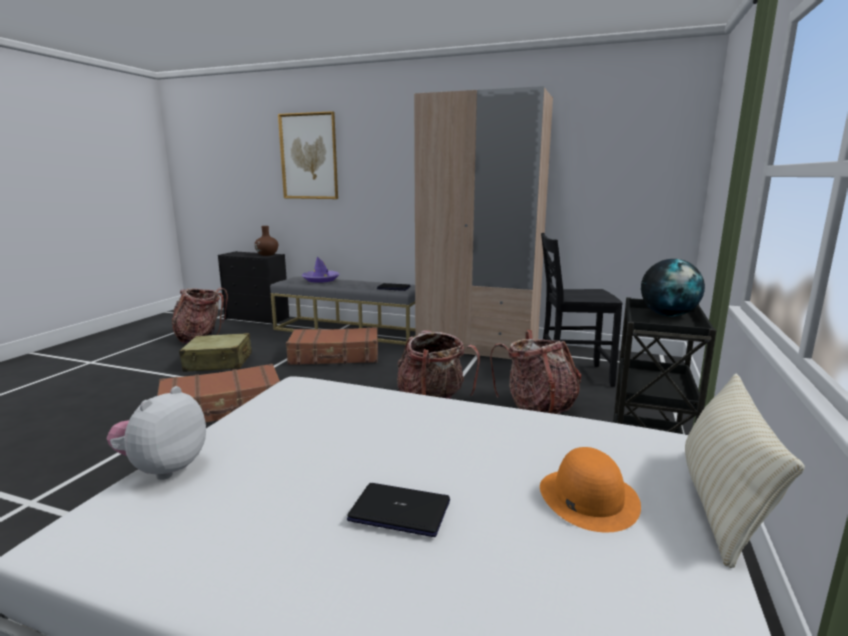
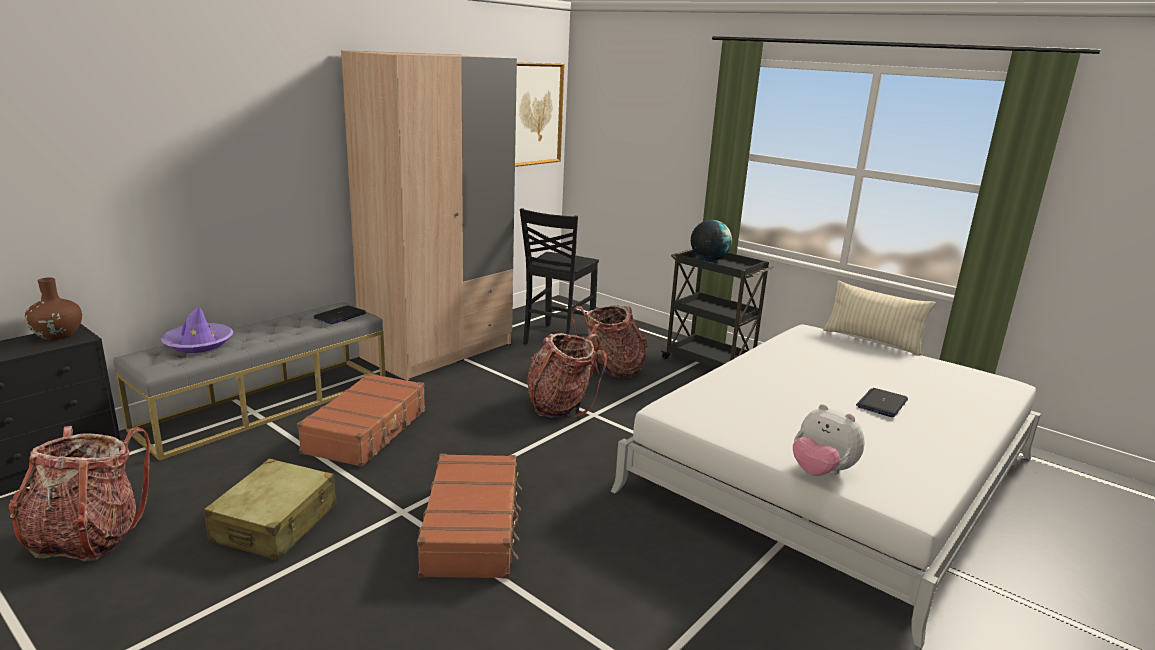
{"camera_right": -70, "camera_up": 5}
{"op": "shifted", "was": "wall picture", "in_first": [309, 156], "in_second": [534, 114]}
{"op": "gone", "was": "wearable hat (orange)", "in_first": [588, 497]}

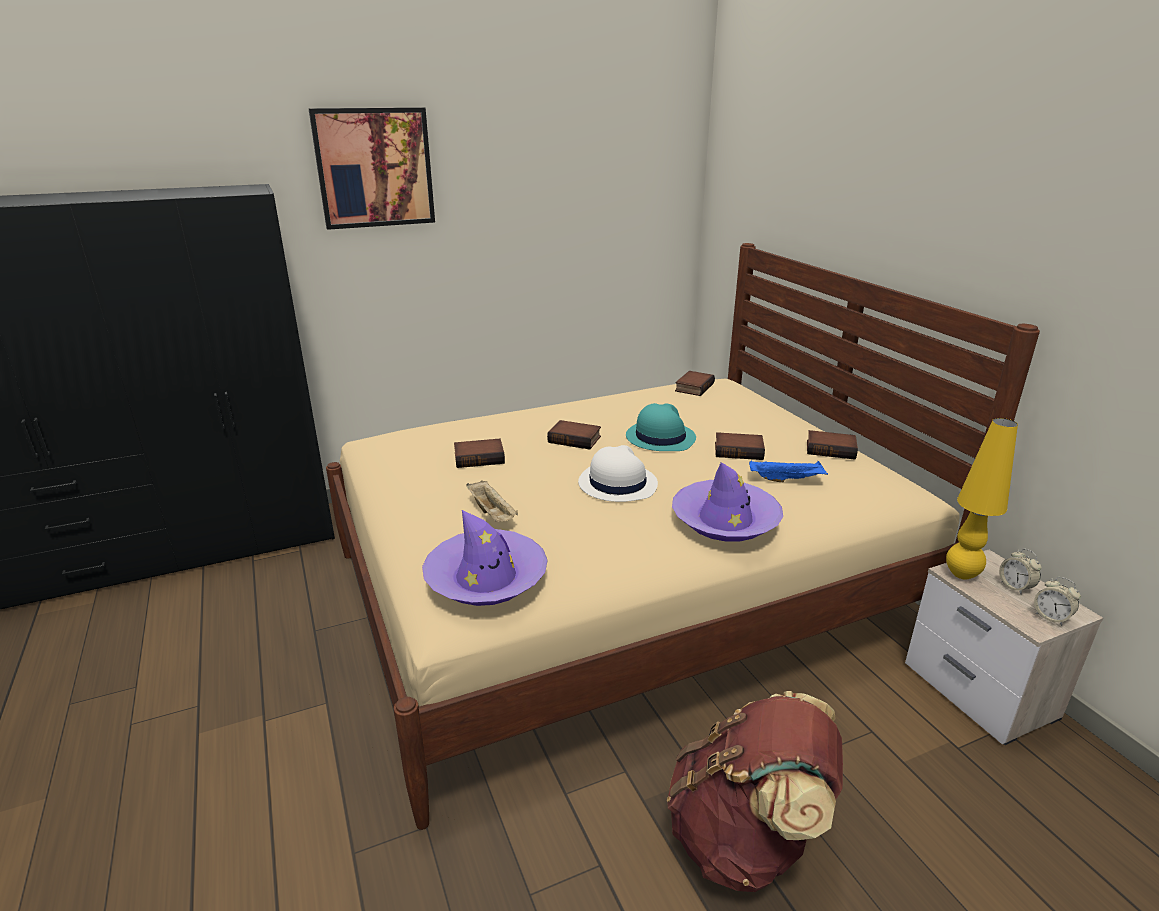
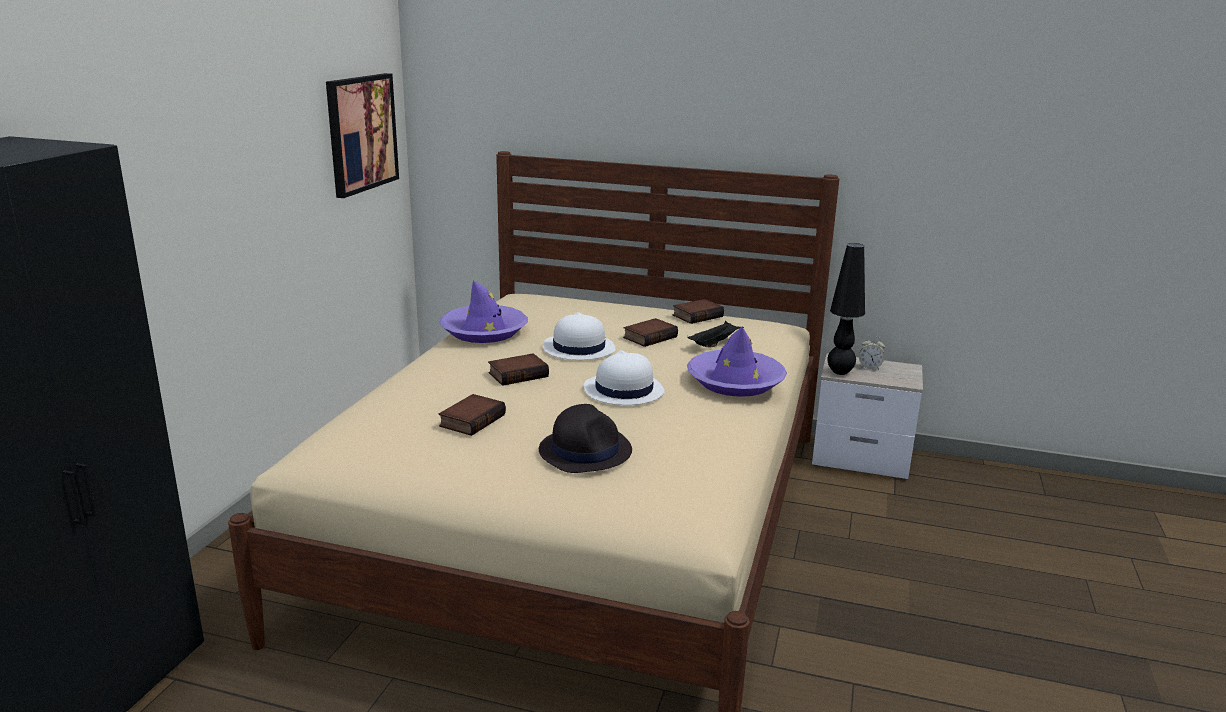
{"camera_right": -50, "camera_up": -5}
{"op": "shifted", "was": "wall picture", "in_first": [374, 168], "in_second": [361, 133]}
{"op": "shifted", "was": "wearable hat (purple-coloured)", "in_first": [486, 577], "in_second": [484, 331]}
{"op": "swapped", "was": "carrying tray (beige-coloured)", "now": "wearable hat (black)", "in_first": [492, 513], "in_second": [585, 450]}
{"op": "repainted", "was": "wearable hat (turquoise)", "now": "wearable hat (white)", "in_first": [660, 437], "in_second": [578, 348]}
{"op": "repainted", "was": "carrying tray (bluish)", "now": "carrying tray (black)", "in_first": [786, 479], "in_second": [714, 343]}
{"op": "repainted", "was": "tabletop lamp (yellow)", "now": "tabletop lamp (black)", "in_first": [961, 574], "in_second": [839, 372]}
{"op": "gone", "was": "backpack (brown-coloured)", "in_first": [745, 839]}
{"op": "gone", "was": "book", "in_first": [693, 387]}
{"op": "gone", "was": "bedside clock", "in_first": [1051, 617]}

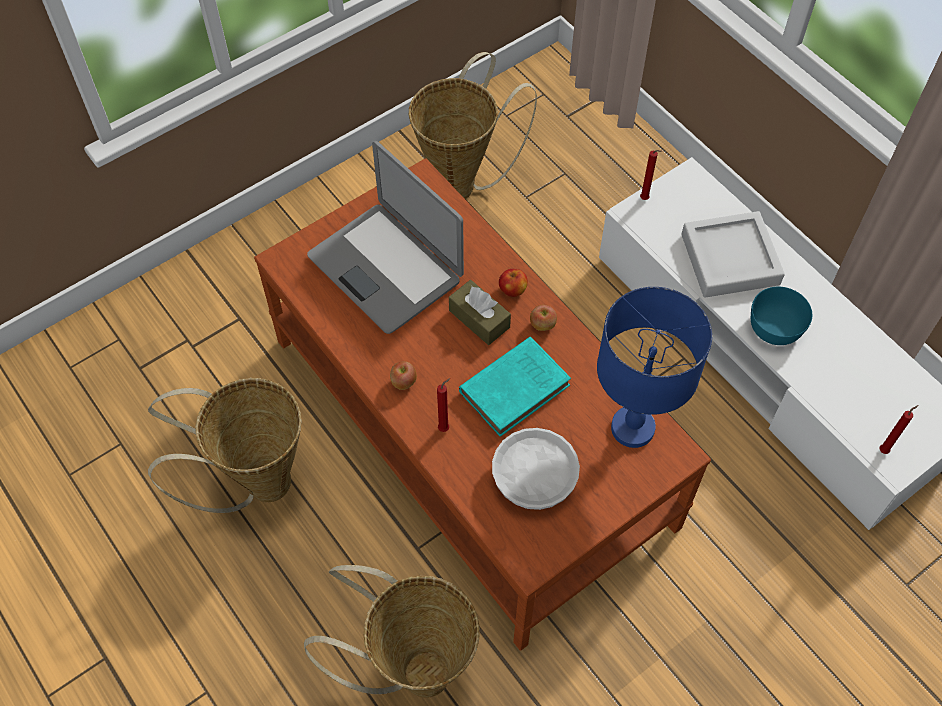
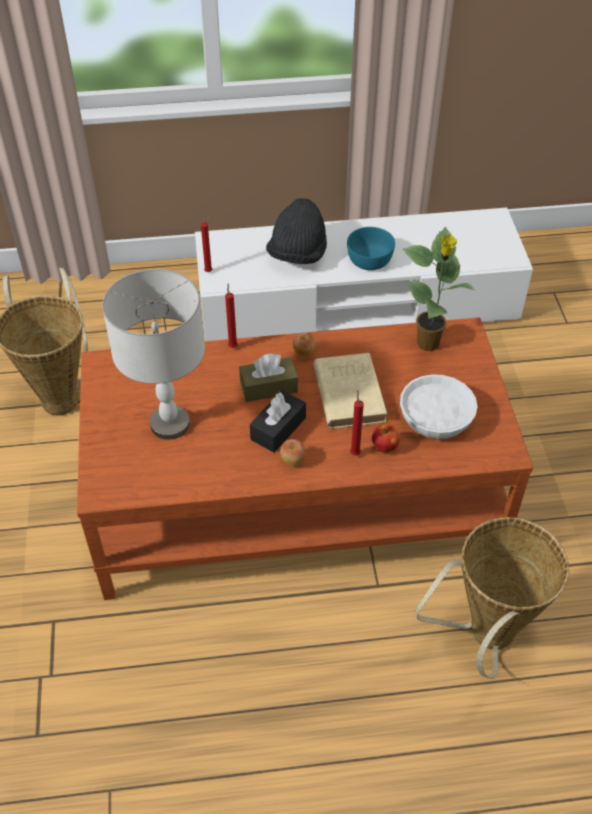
{"camera_right": -60, "camera_up": -10}
{"op": "swapped", "was": "portable computer", "now": "tabletop lamp (gray)", "in_first": [386, 267], "in_second": [170, 424]}
{"op": "shifted", "was": "wax light (red)", "in_first": [884, 450], "in_second": [233, 346]}
{"op": "new", "now": "tissue holder (black)", "in_second": [278, 428]}
{"op": "swapped", "was": "carrying tray (gray)", "now": "wearable hat (black)", "in_first": [730, 259], "in_second": [298, 255]}
{"op": "repainted", "was": "book (turquoise)", "now": "book (beige-coloured)", "in_first": [517, 387], "in_second": [348, 393]}
{"op": "shifted", "was": "apple fruit", "in_first": [513, 290], "in_second": [384, 446]}
{"op": "swapped", "was": "tabletop lamp (bluish)", "now": "houseplant", "in_first": [633, 428], "in_second": [429, 344]}
{"op": "gone", "was": "basket", "in_first": [257, 484]}

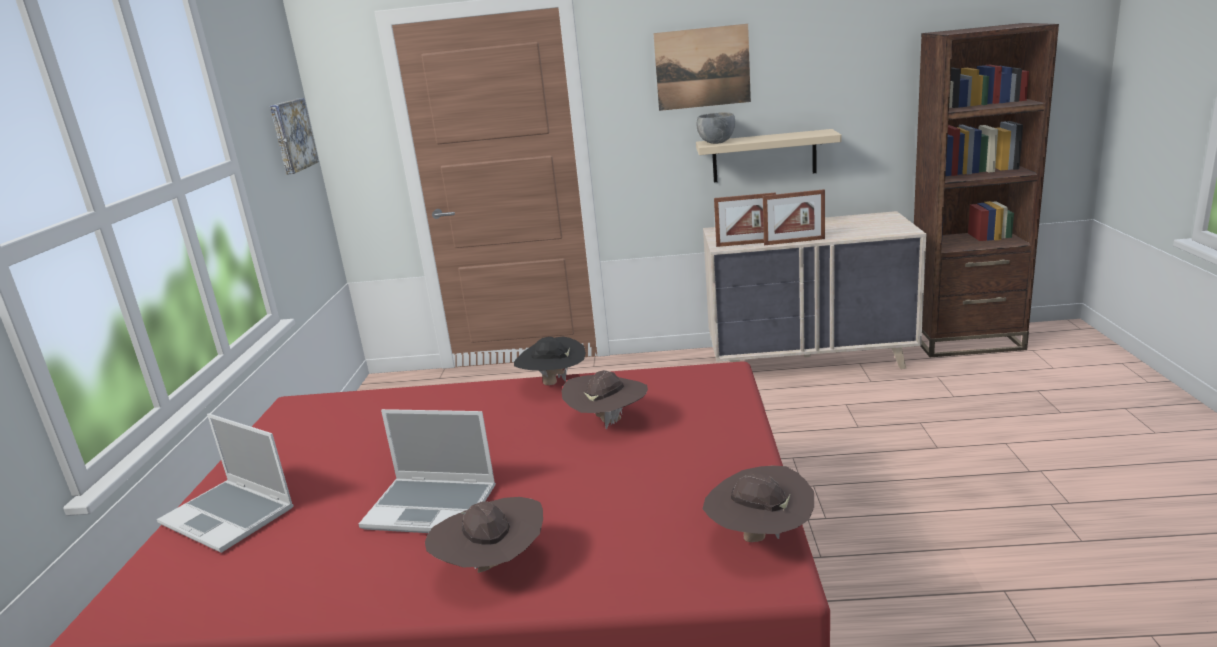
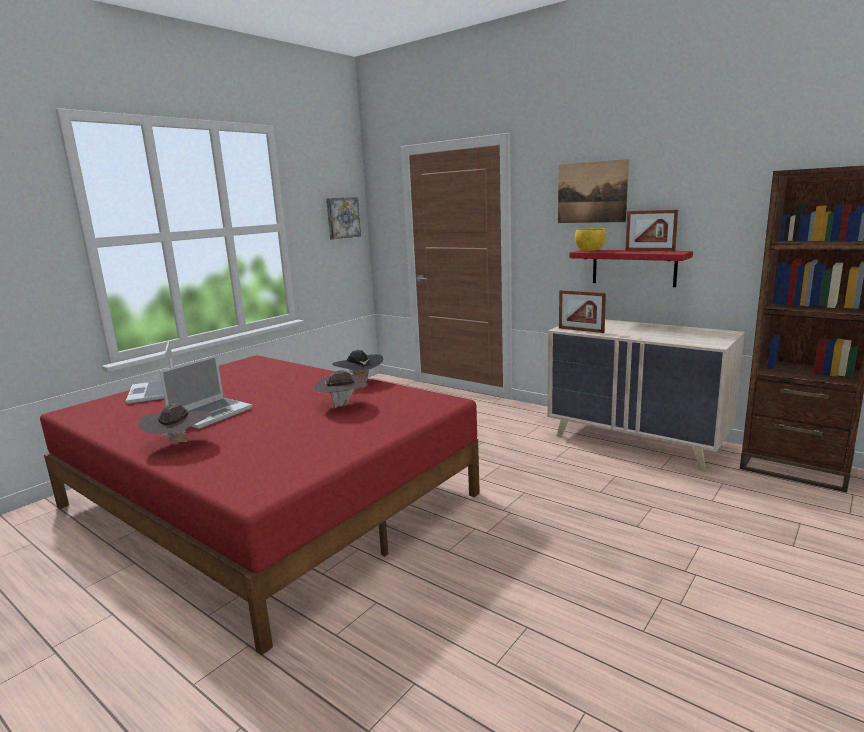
{"camera_right": 35, "camera_up": -5}
{"op": "rotated", "was": "portable computer", "in_first": [433, 507], "in_second": [211, 414], "clockwise": -105}
{"op": "repainted", "was": "shelf (beige-coloured)", "now": "shelf (red)", "in_first": [764, 156], "in_second": [633, 267]}
{"op": "repainted", "was": "serving bowl (gray)", "now": "serving bowl (yellow)", "in_first": [716, 142], "in_second": [589, 250]}
{"op": "shifted", "was": "picture frame", "in_first": [794, 241], "in_second": [649, 250]}
{"op": "gone", "was": "wearable hat (brown-coloured)", "in_first": [759, 538]}

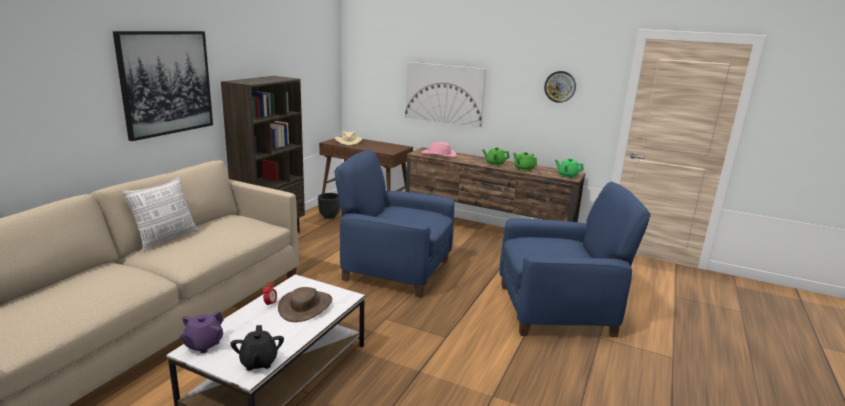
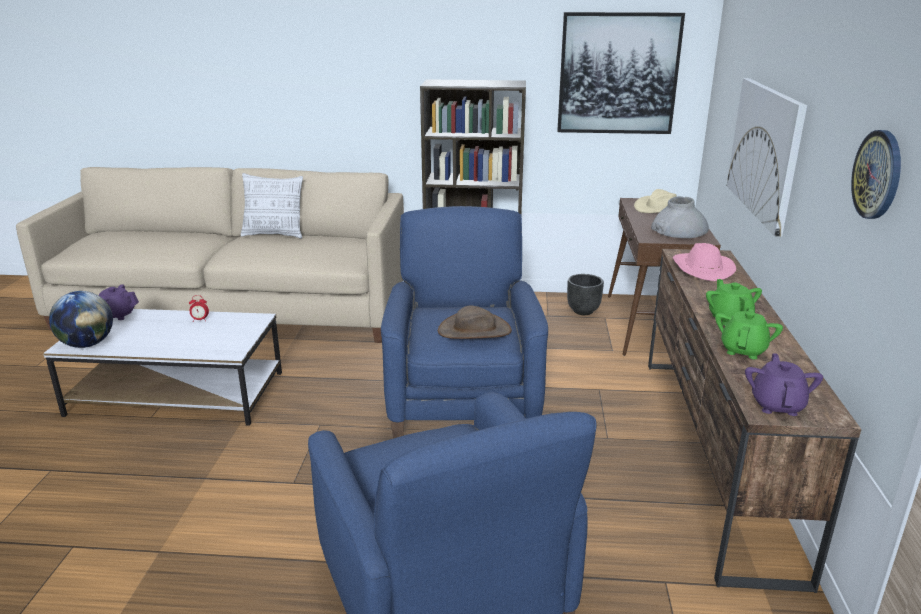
{"camera_right": 70, "camera_up": 5}
{"op": "swapped", "was": "tea pot (black)", "now": "globe", "in_first": [258, 362], "in_second": [87, 344]}
{"op": "shifted", "was": "wearable hat (brown-coloured)", "in_first": [305, 306], "in_second": [474, 330]}
{"op": "shifted", "was": "wall picture", "in_first": [166, 83], "in_second": [618, 74]}
{"op": "new", "now": "decorative vase (gray)", "in_second": [679, 230]}
{"op": "repainted", "was": "tea pot (green-coloured)", "now": "tea pot (purple-coloured)", "in_first": [567, 176], "in_second": [777, 405]}

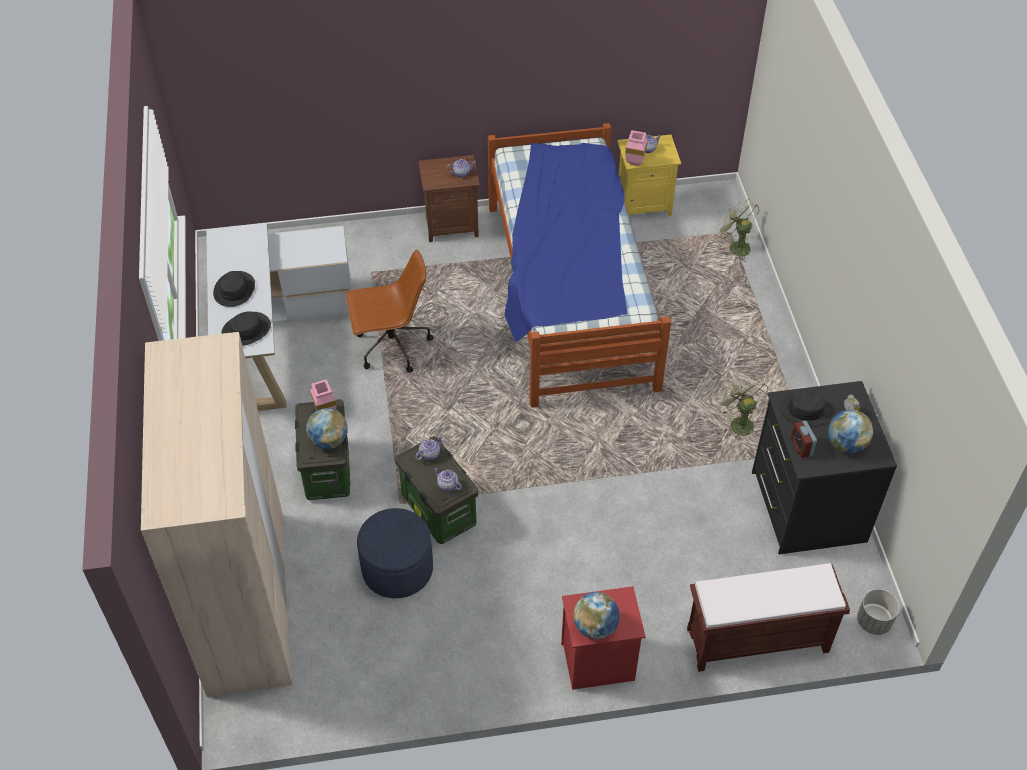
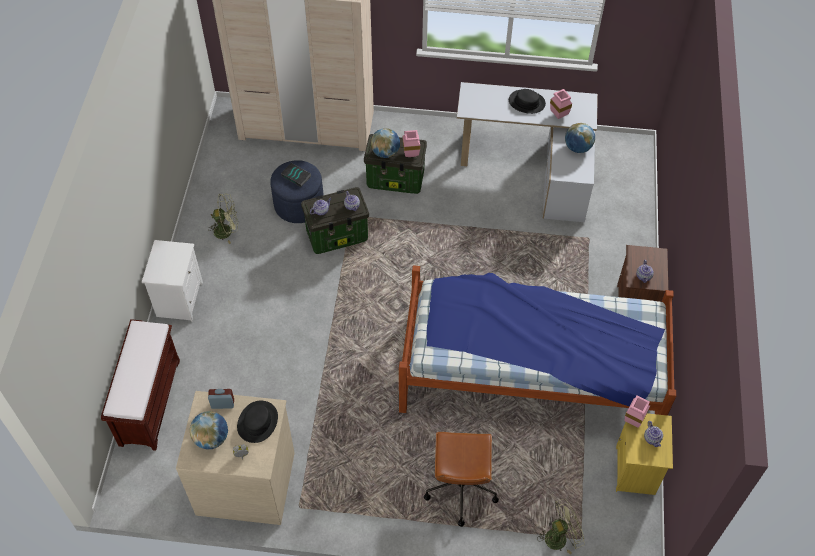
{"camera_right": 105, "camera_up": 5}
{"op": "repainted", "was": "night table (red)", "now": "night table (white)", "in_first": [597, 663], "in_second": [179, 299]}
{"op": "repainted", "was": "drawer chest (black)", "now": "drawer chest (beige-coloured)", "in_first": [806, 506], "in_second": [246, 481]}
{"op": "shifted", "was": "fan (green-coloured)", "in_first": [738, 422], "in_second": [227, 230]}
{"op": "new", "now": "book", "in_second": [296, 176]}
{"op": "shifted", "was": "office chair (brown-coloured)", "in_first": [391, 347], "in_second": [460, 489]}
{"op": "new", "now": "decorative vase (pink)", "in_second": [557, 115]}
{"op": "shifted", "was": "globe", "in_first": [595, 626], "in_second": [577, 148]}
{"op": "gone", "was": "wearable hat (black)", "in_first": [246, 330]}
{"op": "gone", "was": "flower pot (gray)", "in_first": [874, 622]}

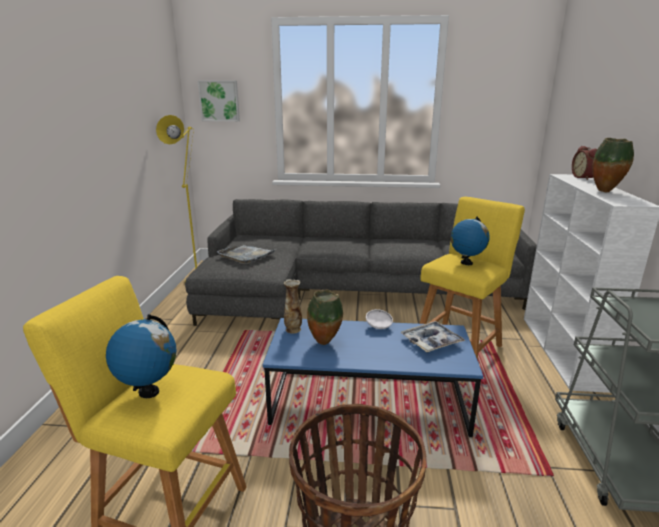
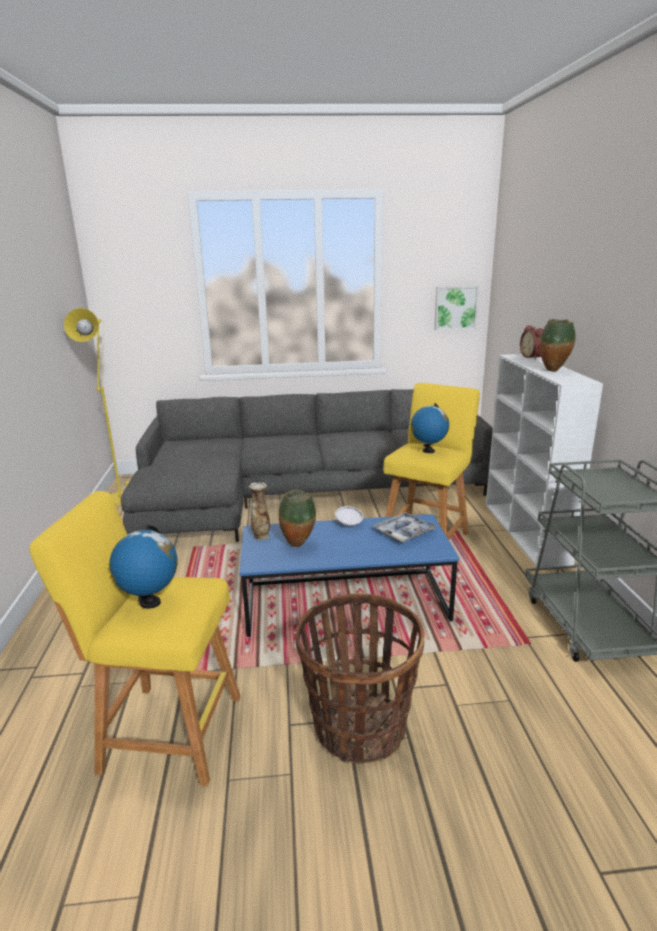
{"camera_right": -10, "camera_up": 0}
{"op": "shifted", "was": "wall picture", "in_first": [219, 101], "in_second": [455, 307]}
{"op": "gone", "was": "carrying tray (gray)", "in_first": [246, 255]}

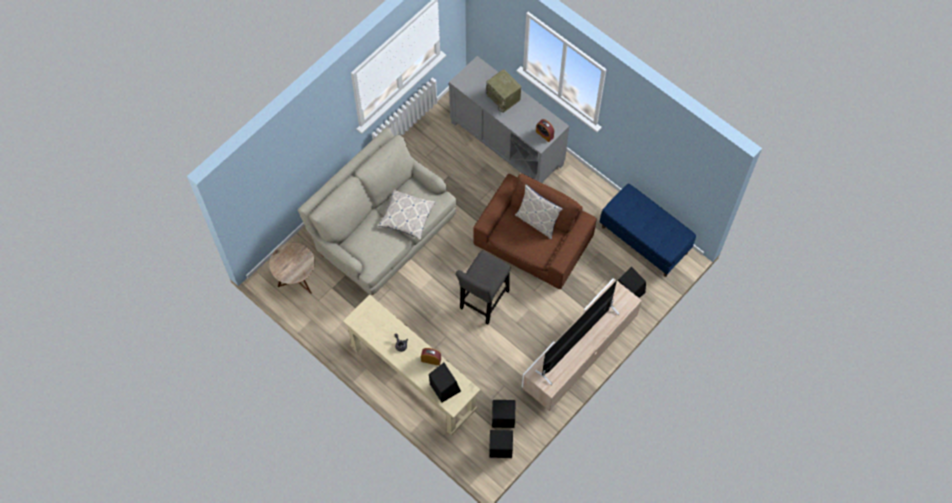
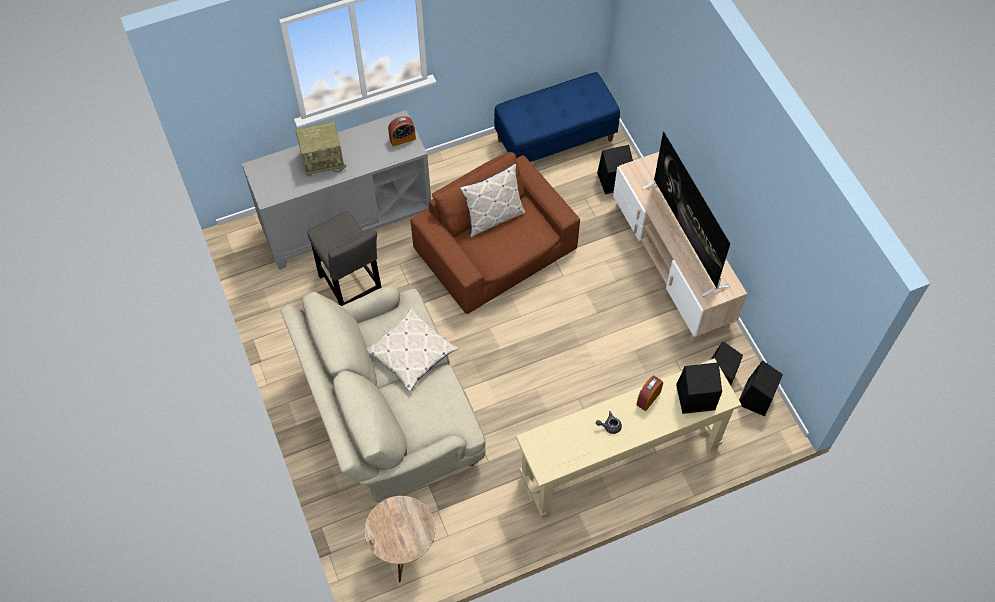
{"camera_right": -65, "camera_up": -5}
{"op": "shifted", "was": "stool seat (gray)", "in_first": [483, 302], "in_second": [352, 290]}

